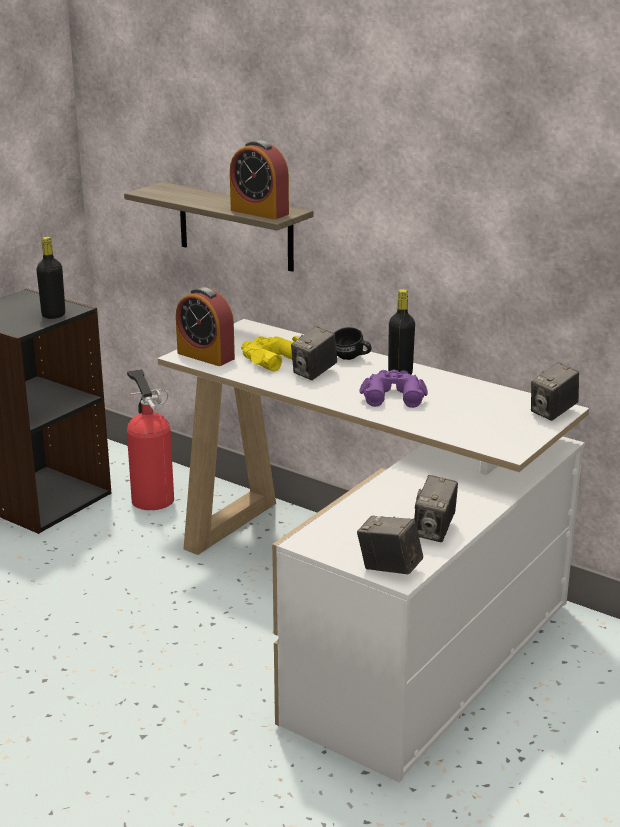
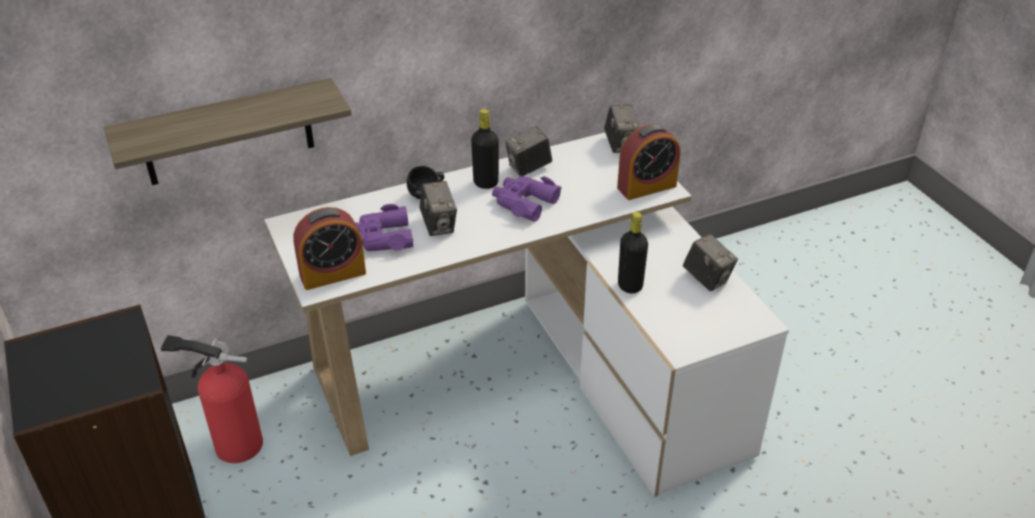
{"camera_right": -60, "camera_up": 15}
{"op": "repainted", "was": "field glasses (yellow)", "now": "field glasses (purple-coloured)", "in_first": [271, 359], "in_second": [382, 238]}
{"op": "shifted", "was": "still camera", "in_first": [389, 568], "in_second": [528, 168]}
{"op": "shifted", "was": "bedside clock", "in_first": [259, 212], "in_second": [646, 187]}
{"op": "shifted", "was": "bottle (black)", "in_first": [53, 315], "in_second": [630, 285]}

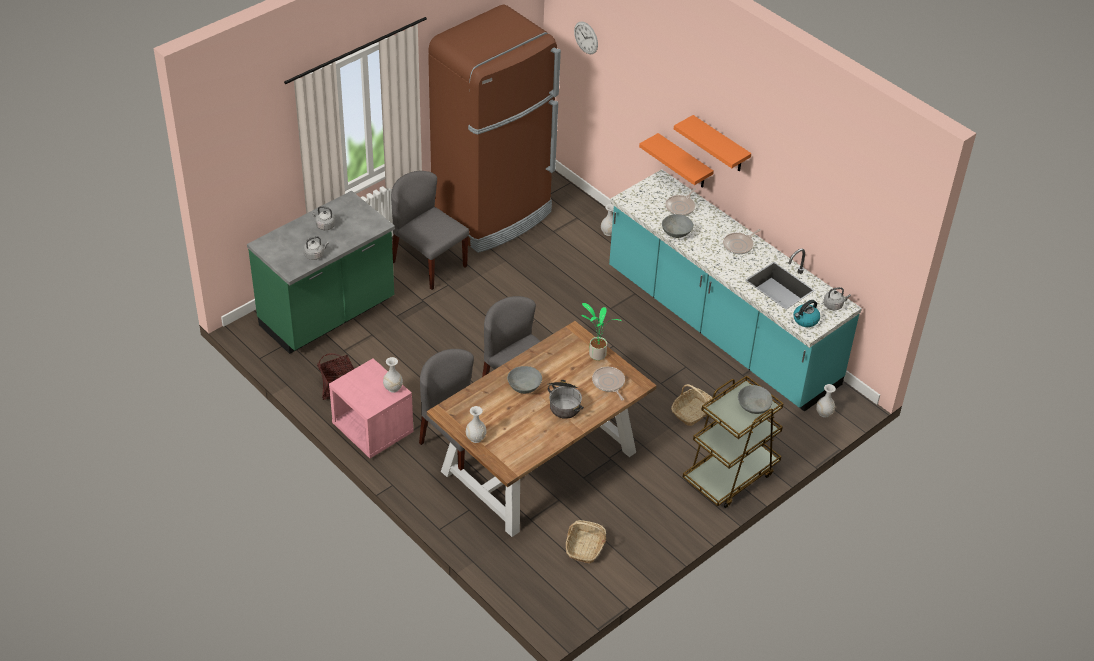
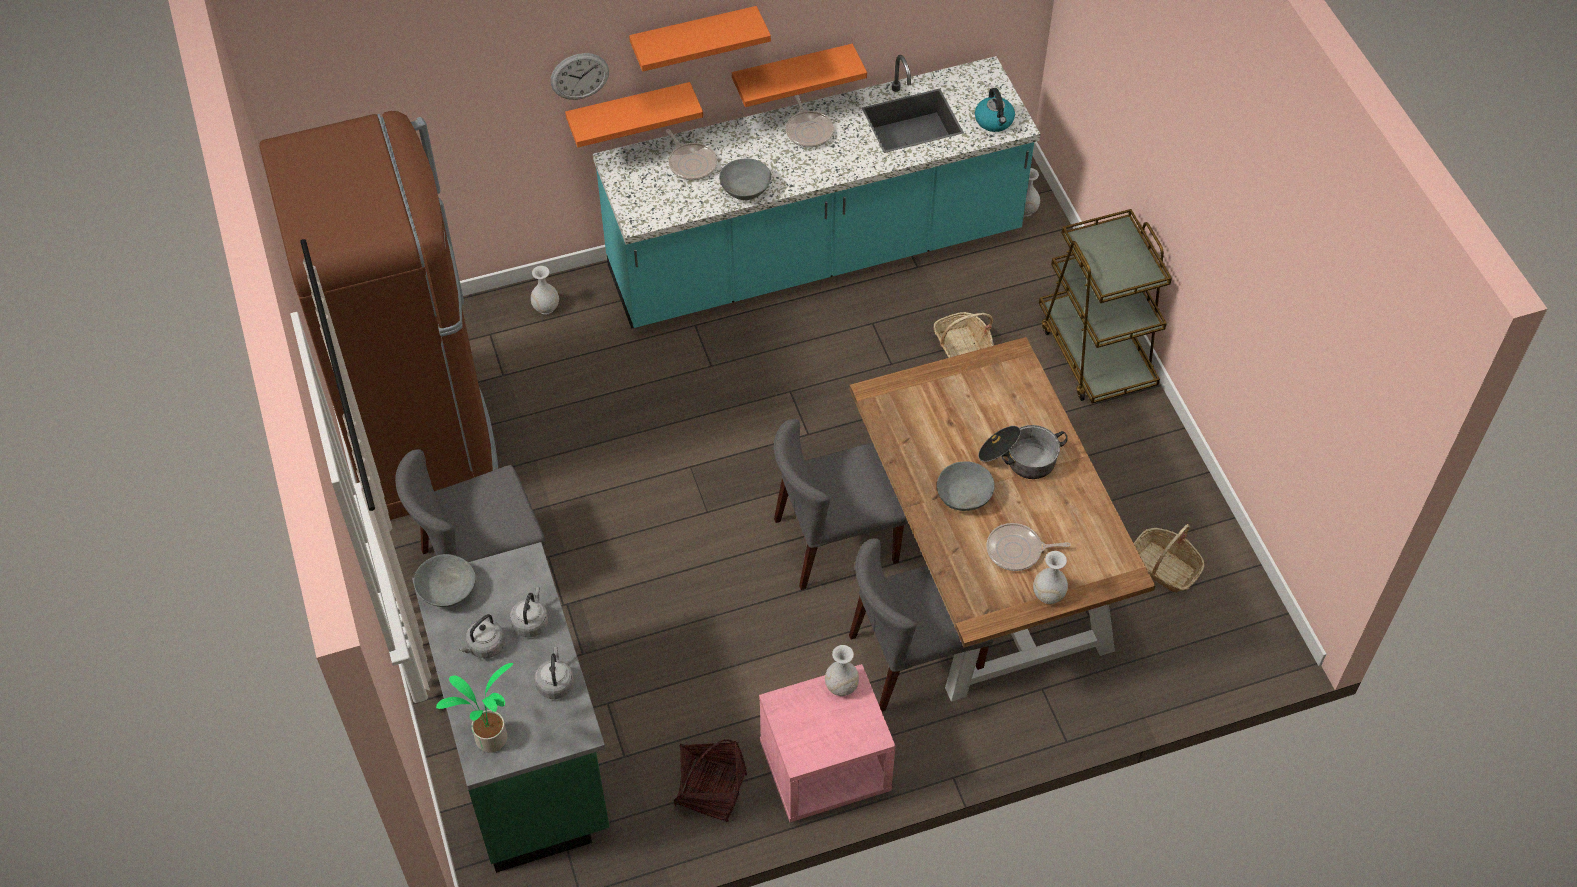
{"camera_right": -65, "camera_up": 10}
{"op": "shifted", "was": "serving bowl (gray)", "in_first": [753, 406], "in_second": [446, 591]}
{"op": "shifted", "was": "houseplant", "in_first": [596, 354], "in_second": [490, 741]}
{"op": "shifted", "was": "tea kettle (gray)", "in_first": [834, 305], "in_second": [531, 622]}
{"op": "shifted", "was": "wall clock", "in_first": [586, 37], "in_second": [579, 76]}
{"op": "new", "now": "shelf (orange)", "in_second": [792, 74]}
{"op": "shifted", "was": "frying pan", "in_first": [609, 383], "in_second": [1017, 550]}

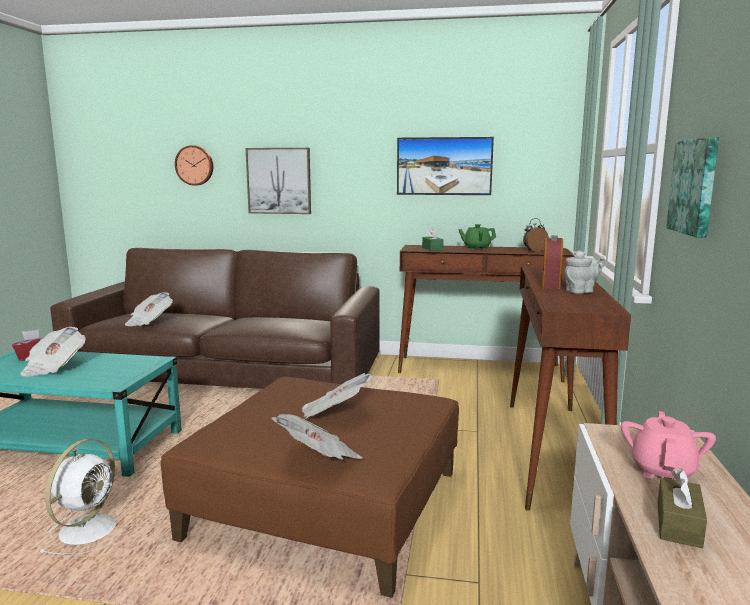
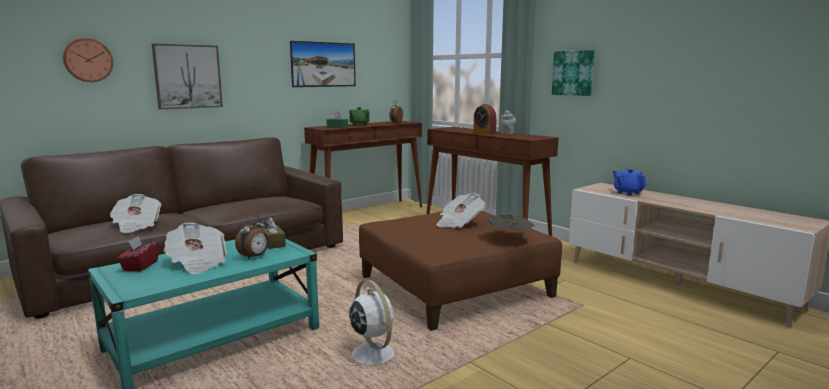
{"camera_right": -50, "camera_up": 0}
{"op": "new", "now": "bedside clock", "in_second": [255, 257]}
{"op": "shifted", "was": "tissue holder (brown-coloured)", "in_first": [678, 524], "in_second": [273, 243]}
{"op": "repainted", "was": "tea pot (pink)", "now": "tea pot (bluish)", "in_first": [662, 470], "in_second": [628, 192]}

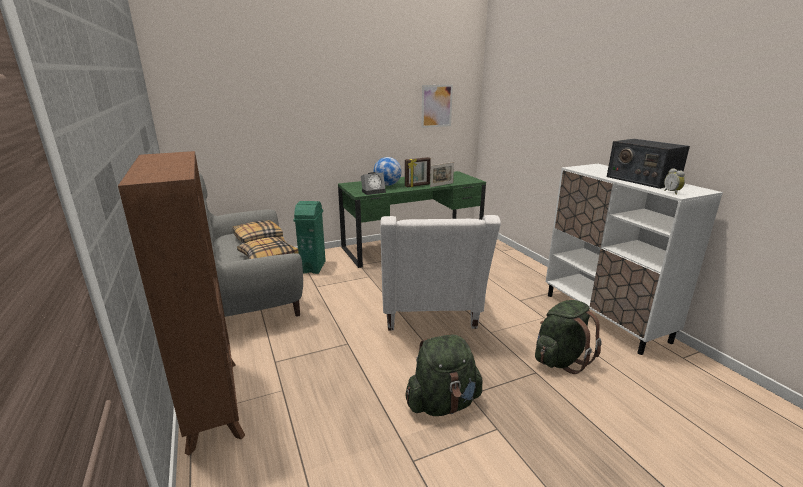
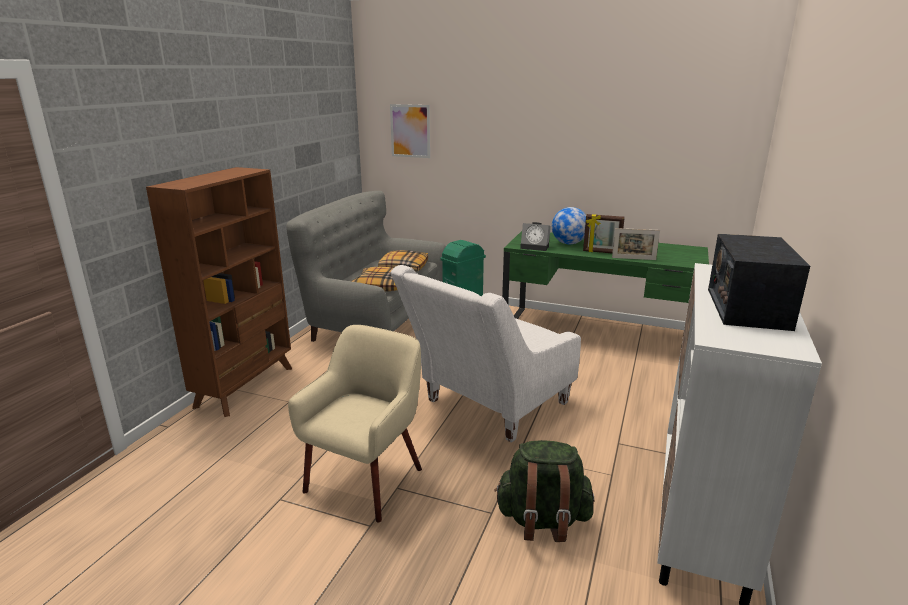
{"camera_right": 45, "camera_up": 0}
{"op": "swapped", "was": "backpack (green-coloured)", "now": "lounge chair (beige-coloured)", "in_first": [443, 403], "in_second": [366, 479]}
{"op": "shifted", "was": "wall picture", "in_first": [436, 106], "in_second": [410, 131]}
{"op": "gone", "was": "bedside clock", "in_first": [672, 192]}

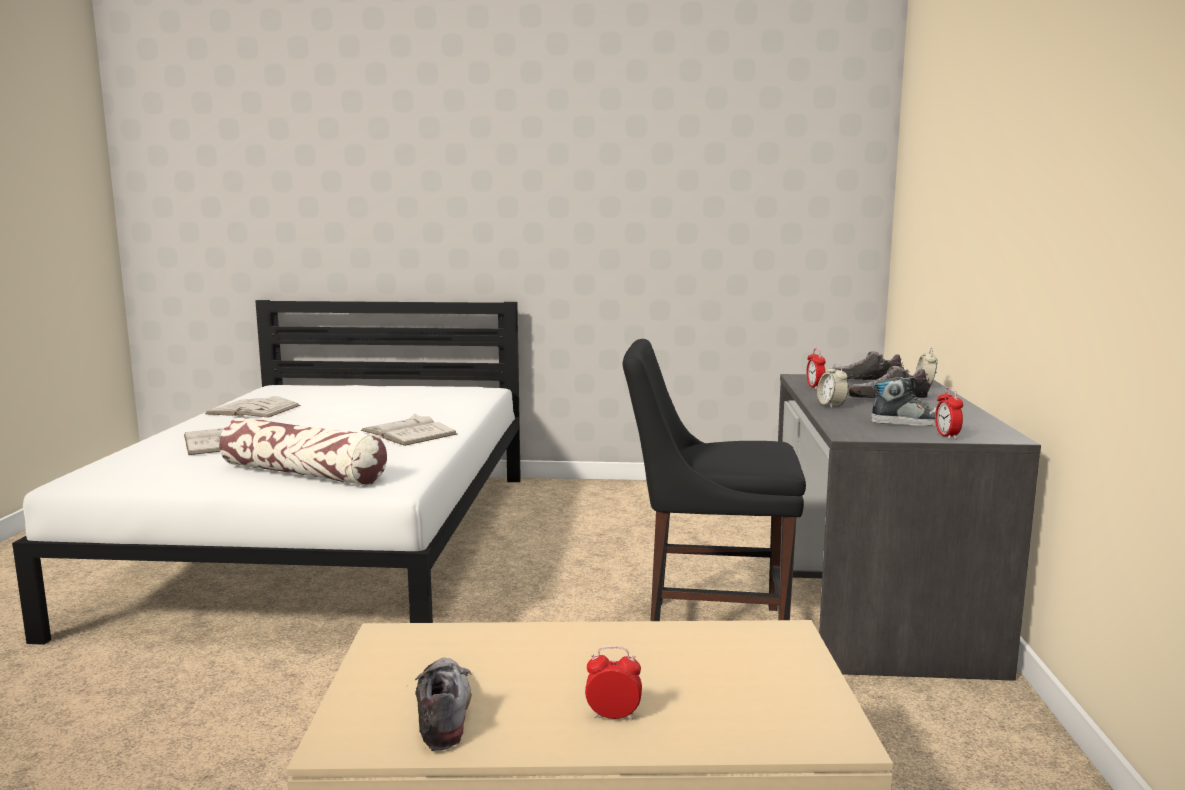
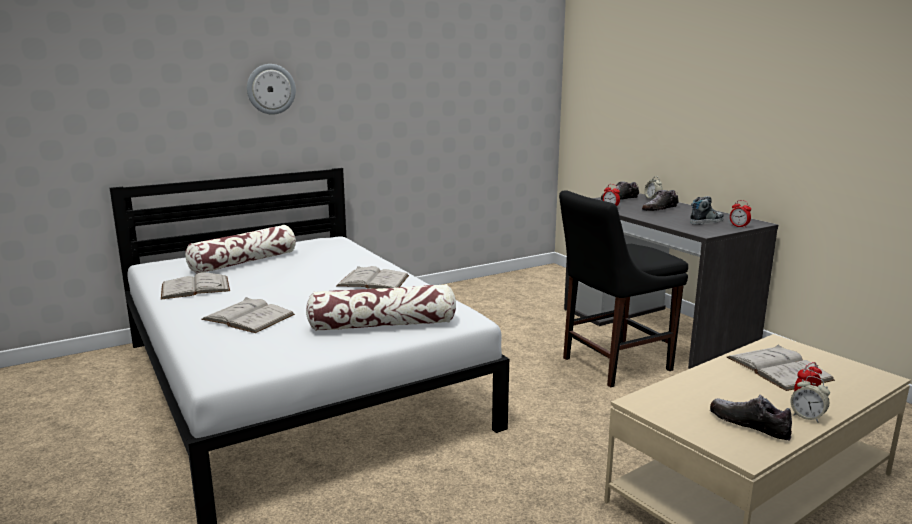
{"camera_right": -35, "camera_up": 5}
{"op": "new", "now": "pillow", "in_second": [244, 262]}
{"op": "new", "now": "wall clock", "in_second": [271, 89]}
{"op": "new", "now": "book (white)", "in_second": [778, 368]}
{"op": "shifted", "was": "bedside clock", "in_first": [831, 405], "in_second": [807, 417]}

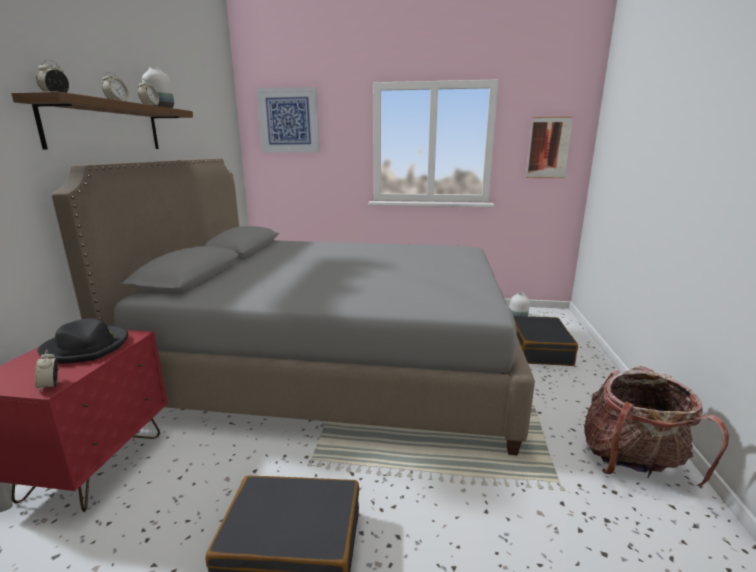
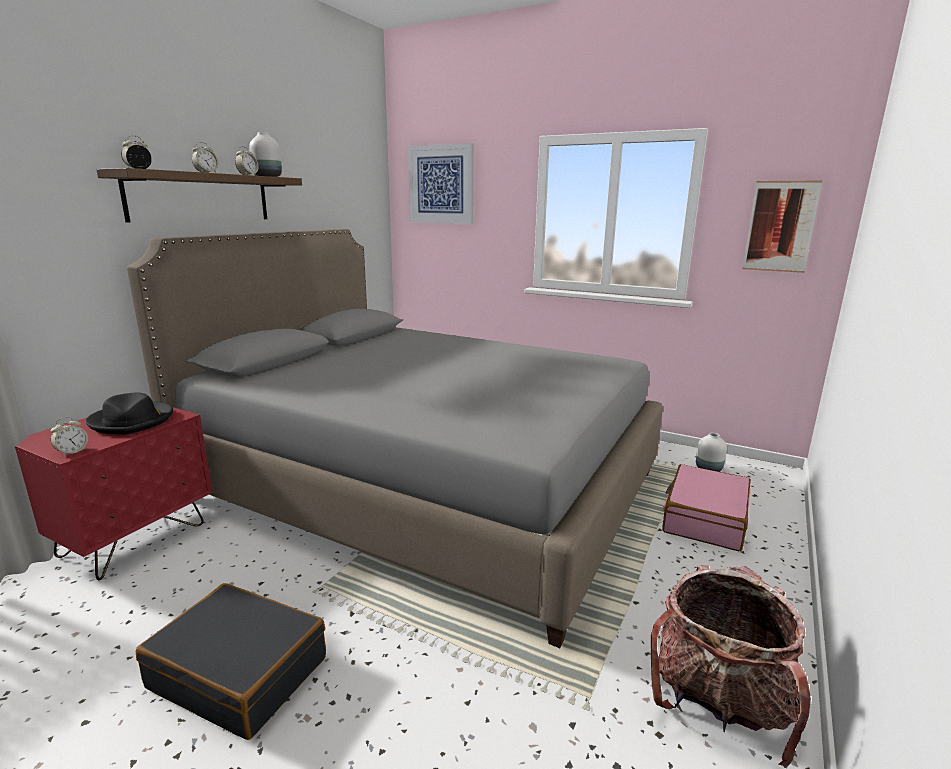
{"camera_right": 20, "camera_up": 0}
{"op": "rotated", "was": "bedside clock", "in_first": [50, 386], "in_second": [72, 452], "clockwise": -135}
{"op": "repainted", "was": "travel case (black)", "now": "travel case (pink)", "in_first": [539, 349], "in_second": [704, 518]}

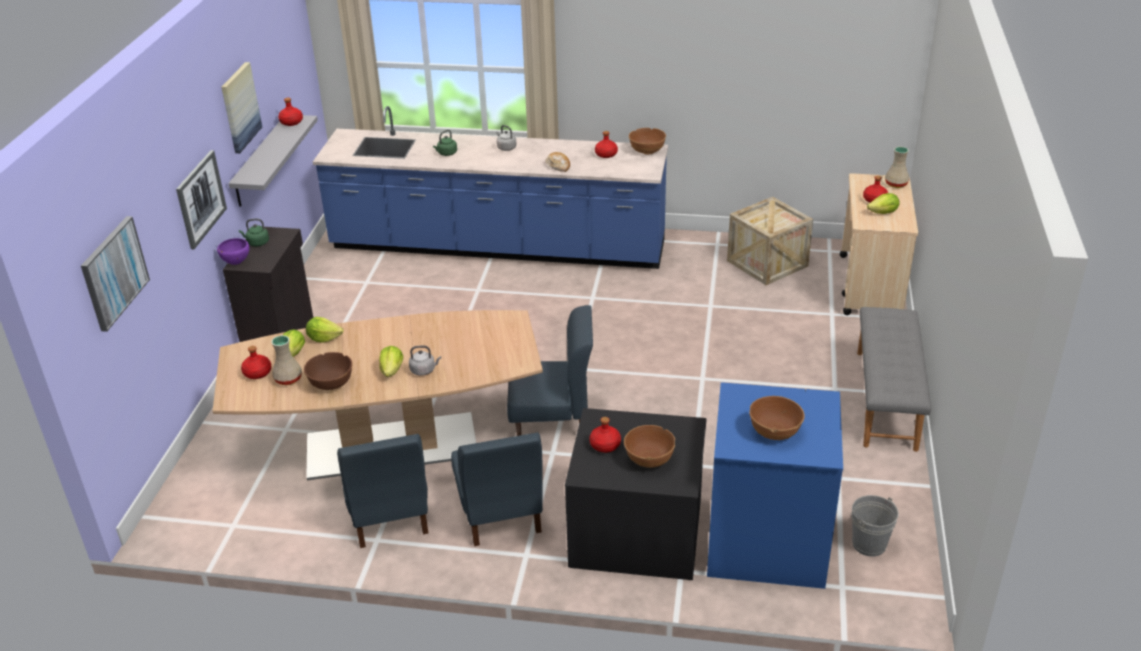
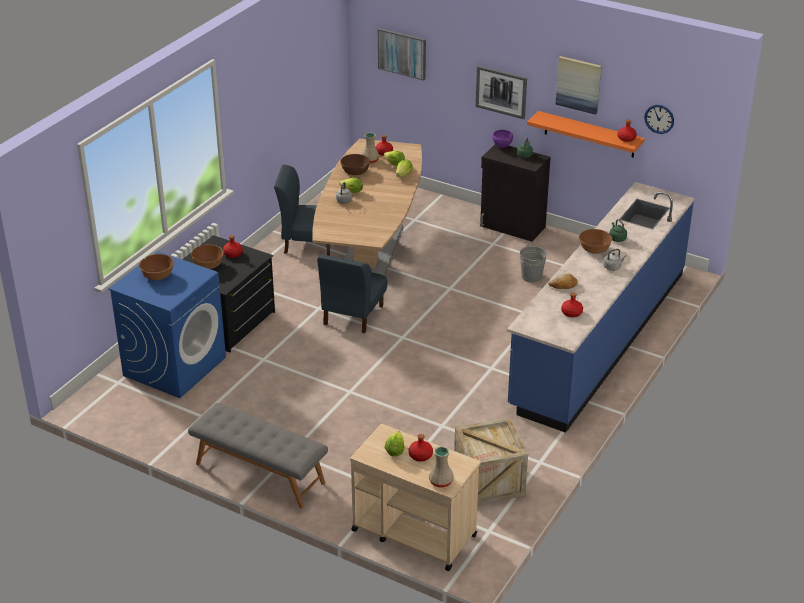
{"camera_right": 110, "camera_up": 0}
{"op": "shifted", "was": "bucket (gray)", "in_first": [869, 544], "in_second": [531, 276]}
{"op": "repainted", "was": "shelf (gray)", "now": "shelf (orange)", "in_first": [261, 161], "in_second": [589, 134]}
{"op": "shifted", "was": "serving bowl (brown-coloured)", "in_first": [647, 150], "in_second": [594, 249]}
{"op": "new", "now": "wall clock", "in_second": [659, 119]}
{"op": "gone", "was": "chair (bluish)", "in_first": [500, 513]}

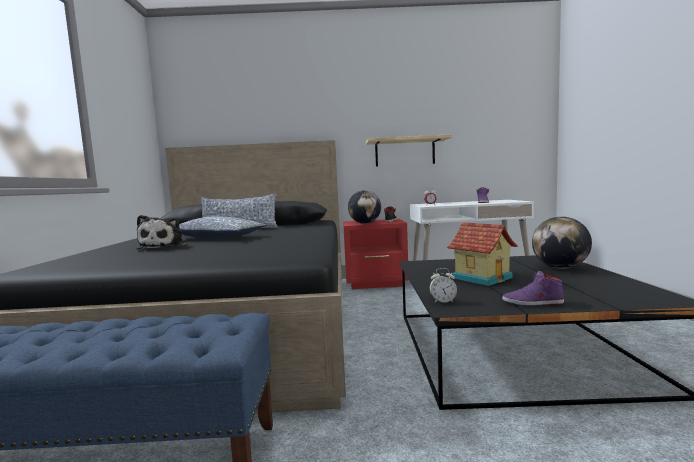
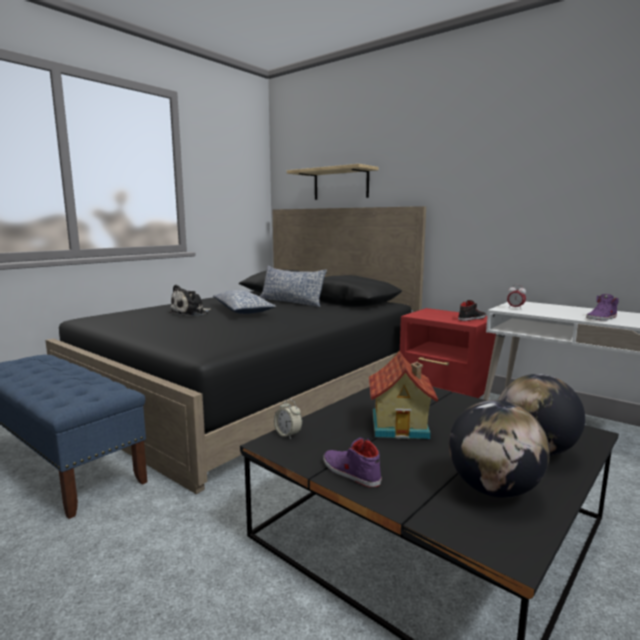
{"camera_right": 40, "camera_up": 5}
{"op": "shifted", "was": "shelf", "in_first": [405, 152], "in_second": [341, 184]}
{"op": "shifted", "was": "globe", "in_first": [365, 223], "in_second": [493, 490]}

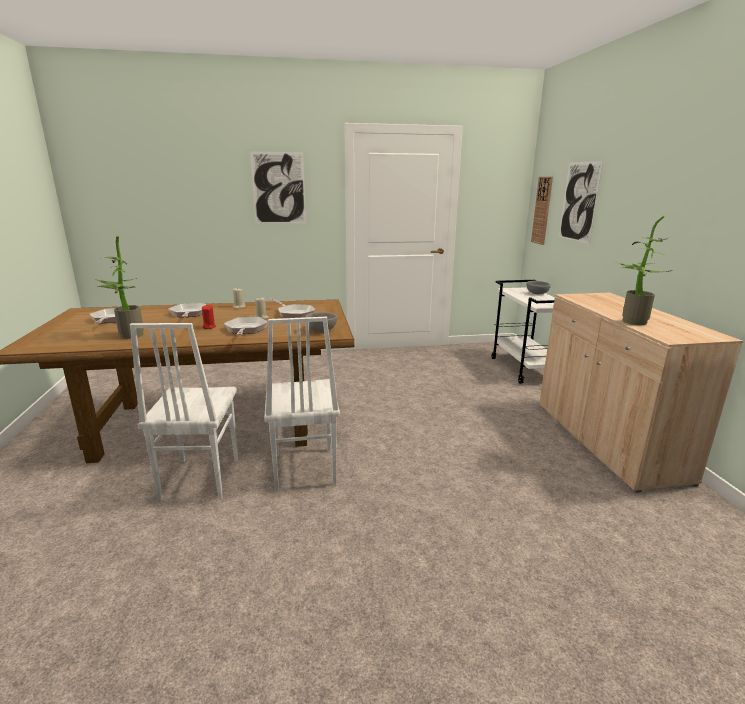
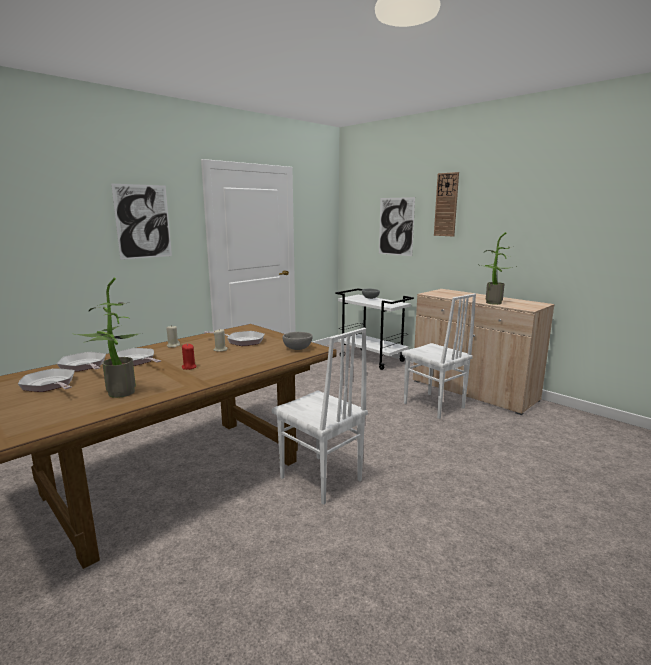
{"camera_right": -35, "camera_up": -5}
{"op": "shifted", "was": "frying pan", "in_first": [245, 330], "in_second": [84, 366]}
{"op": "shifted", "was": "chair (white)", "in_first": [199, 479], "in_second": [433, 406]}
{"op": "shifted", "was": "wall clock", "in_first": [542, 210], "in_second": [446, 204]}

